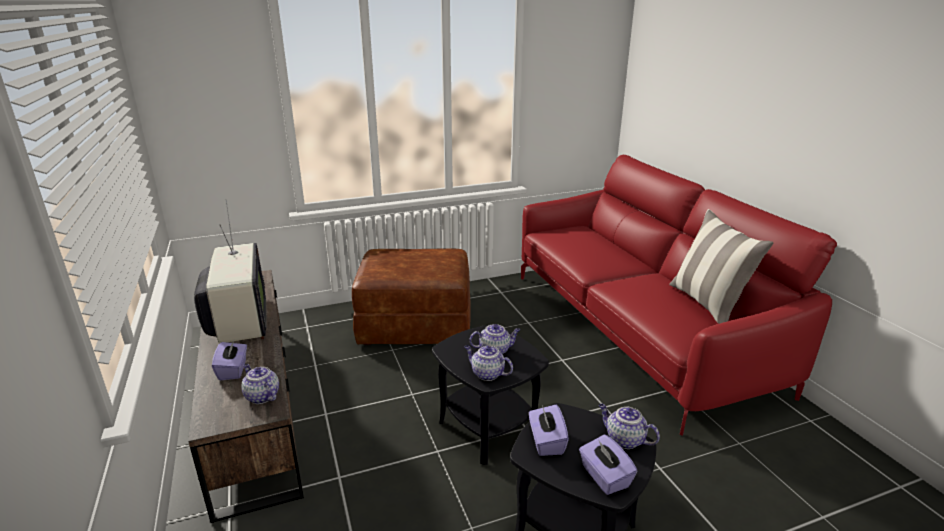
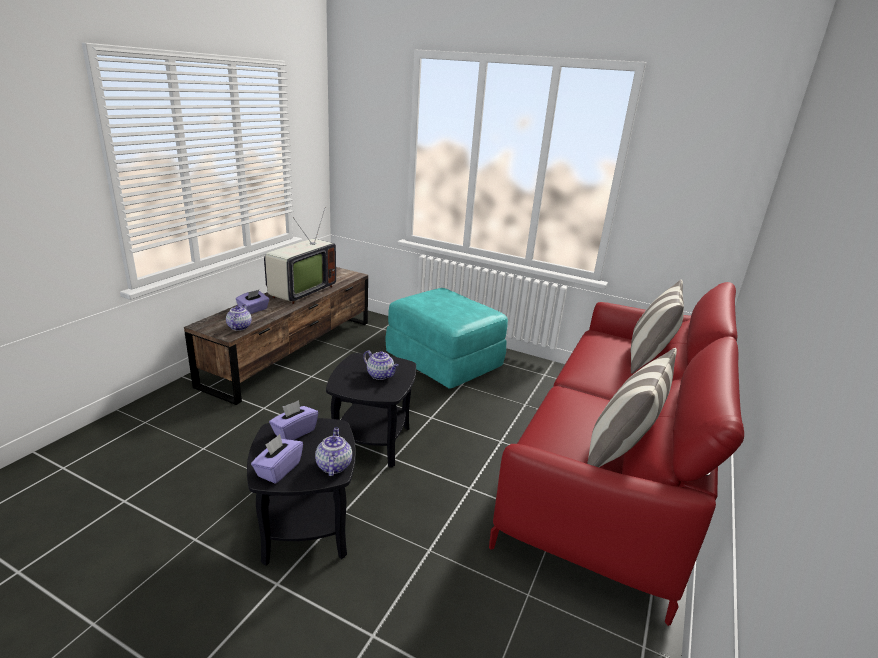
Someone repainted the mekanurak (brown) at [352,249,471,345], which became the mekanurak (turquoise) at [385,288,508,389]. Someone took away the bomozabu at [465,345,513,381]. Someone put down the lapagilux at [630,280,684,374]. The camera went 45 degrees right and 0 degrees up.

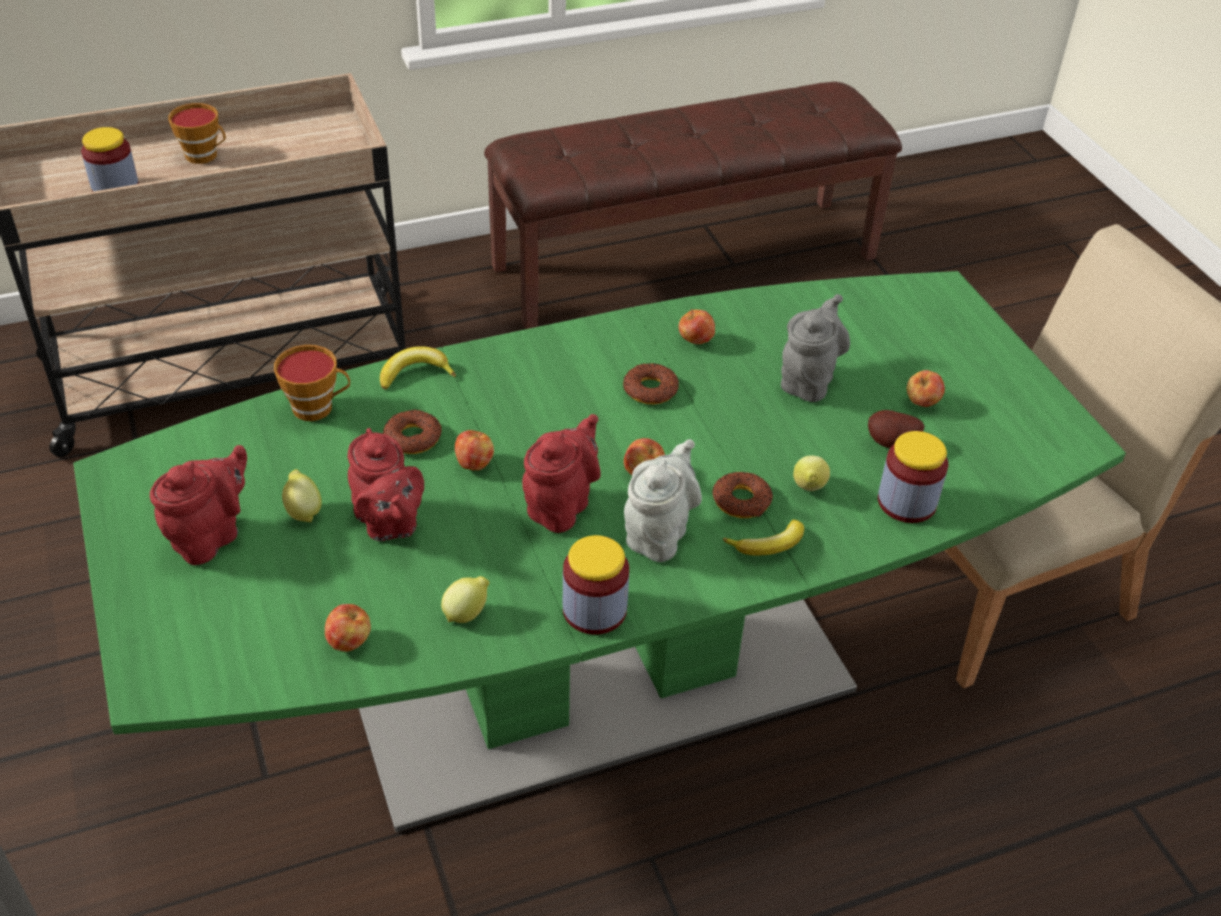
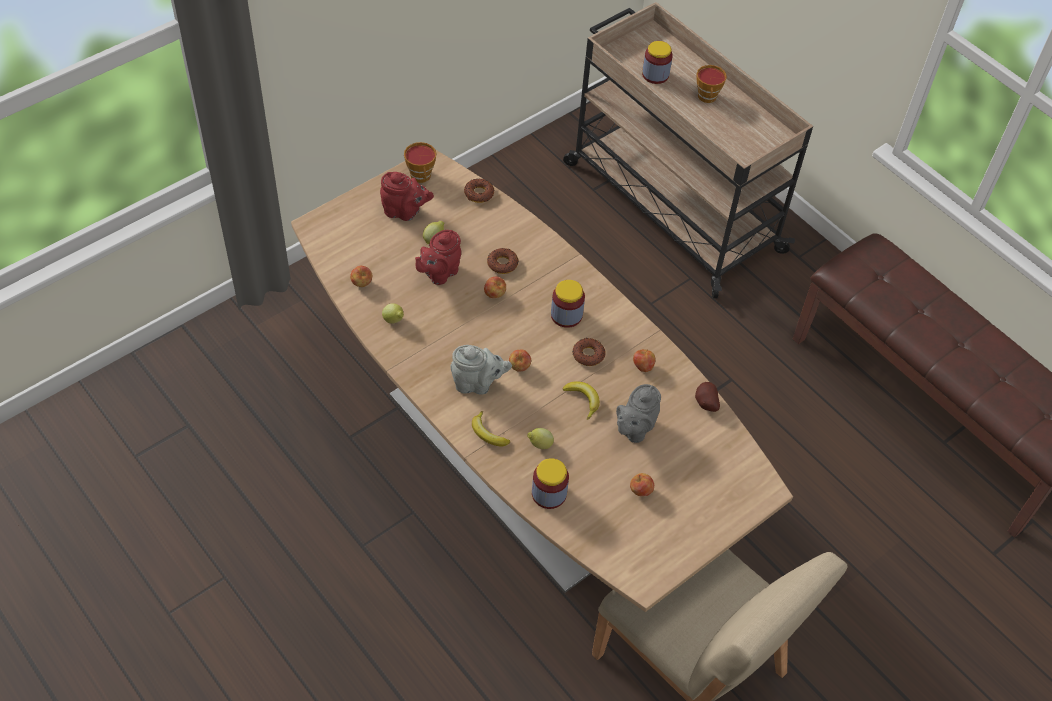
Someone repainted the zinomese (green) at [73,271,1126,832], which became the zinomese (brown) at [291,149,793,612]. Someone carried the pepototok from [274,345,350,421] to [404,142,436,183]. Someone carried the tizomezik from [380,346,456,390] to [563,381,600,420]. Someone took away the bomozabu (red) at [522,414,601,533]. Someone carried the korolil from [563,535,629,634] to [551,280,585,328]. Someone carried the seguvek from [713,472,773,518] to [464,178,494,203]. Someone rotated the bomozabu (grey) at [781,294,850,402] by 120 degrees clockwise. Someone carried the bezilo from [868,410,924,448] to [695,382,720,412]. The camera went 70 degrees right and 10 degrees up.

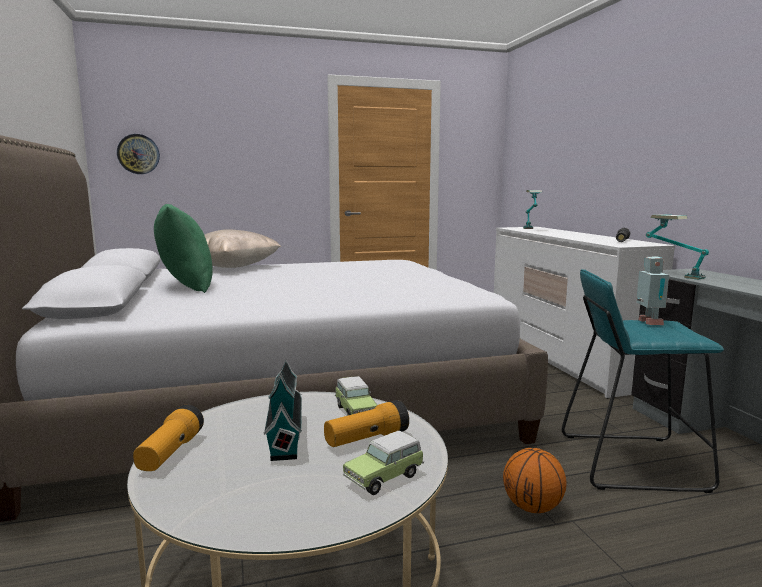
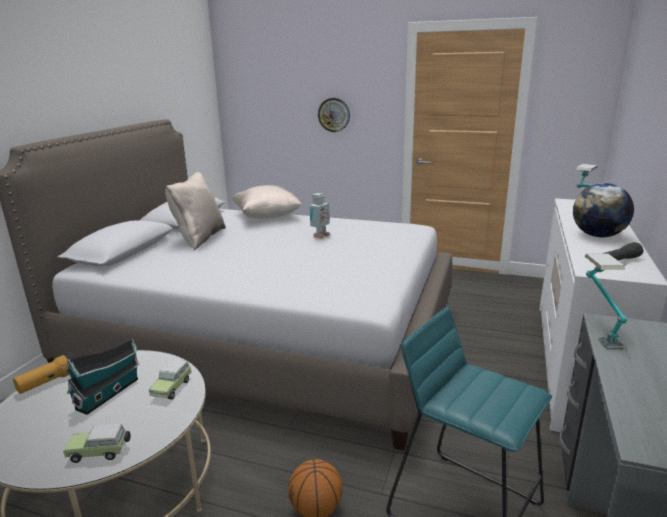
Someone carried the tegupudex from [117,134,160,174] to [318,98,350,132]. Someone repainted the lapagilux (green) at [154,204,213,293], which became the lapagilux (beige) at [165,172,225,250]. Someone took away the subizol at [324,400,409,447]. Someone carried the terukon from [636,256,669,325] to [309,193,329,239]. Someone put down the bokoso at [573,183,634,237]. The camera went 35 degrees right and 10 degrees up.

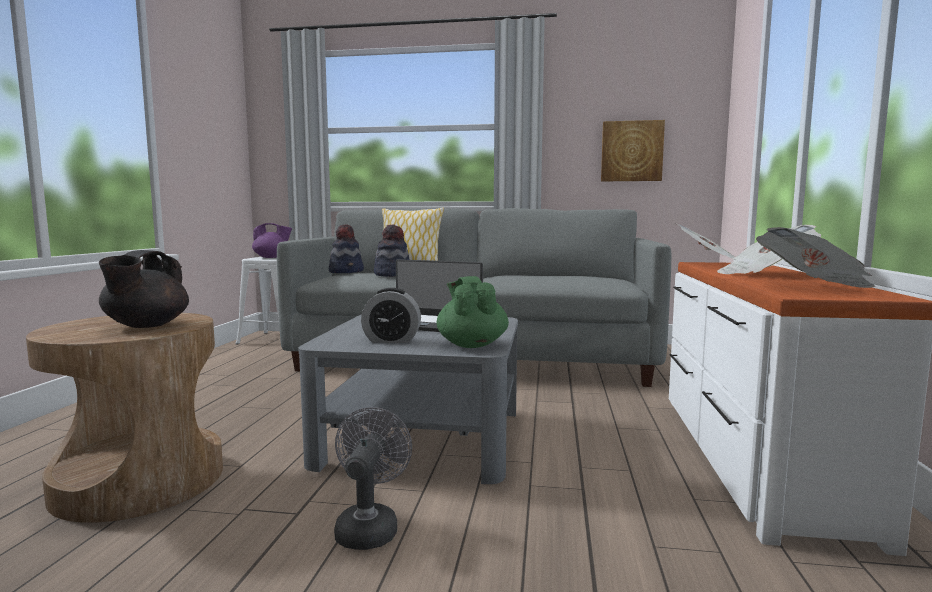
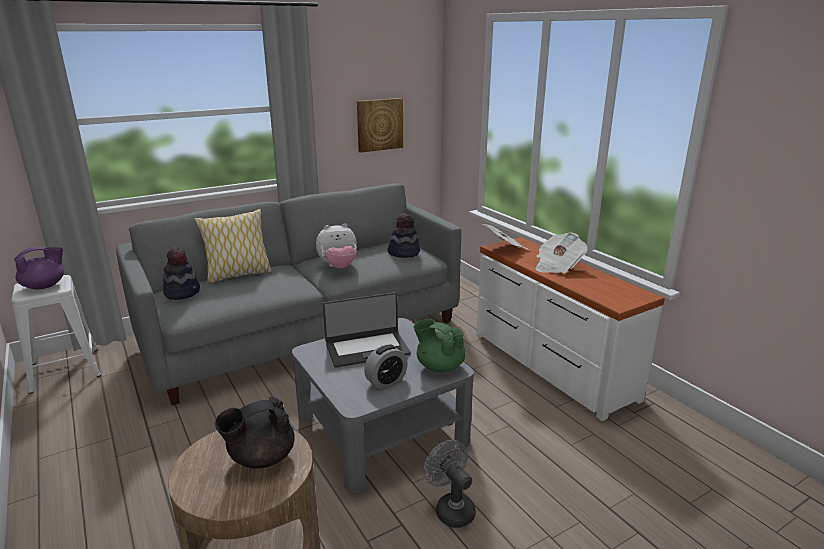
Someone rotated the bomozabu (black) at [99,250,189,328] by 90 degrees clockwise. Someone carried the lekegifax from [374,225,410,277] to [387,213,420,258]. Someone took away the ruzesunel at [756,227,875,288]. Someone put down the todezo at [316,223,357,269]. The camera went 40 degrees left and 15 degrees up.

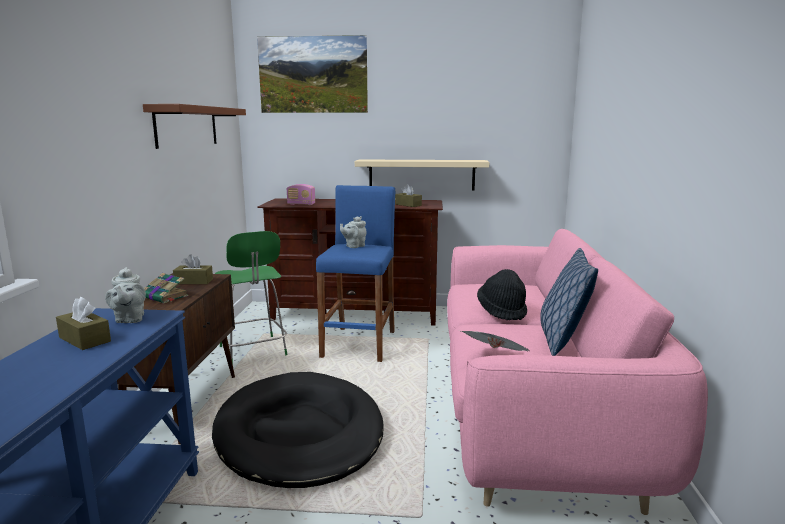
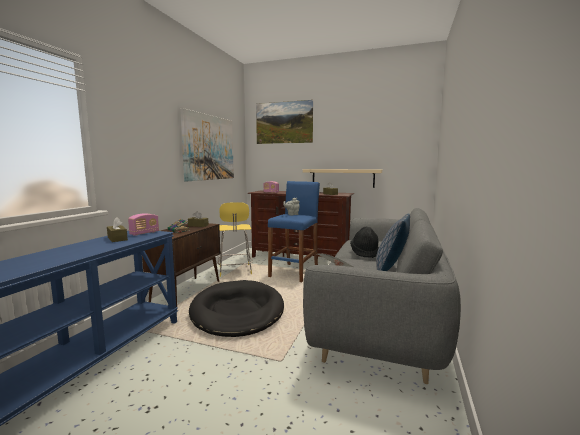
Someone swapped the bomozabu (grey) at [105,267,146,323] for the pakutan at [128,213,159,236]. Someone swapped the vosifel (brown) at [143,104,246,149] for the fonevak at [180,108,234,181]. Someone repainted the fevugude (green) at [215,231,288,364], which became the fevugude (yellow) at [218,202,253,277]. Someone repainted the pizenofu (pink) at [447,229,708,515], which became the pizenofu (grey) at [303,208,461,384]. The camera went 15 degrees right and 5 degrees down.

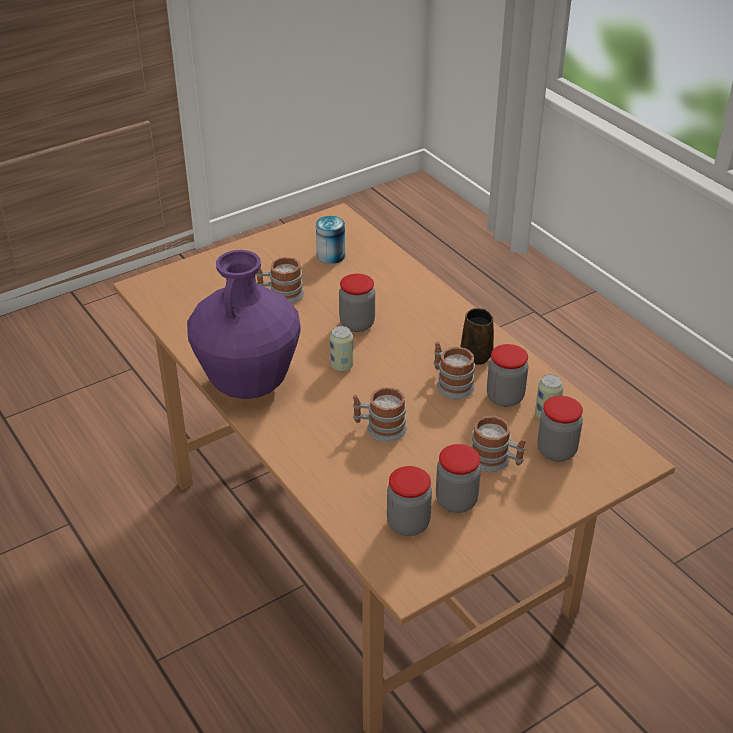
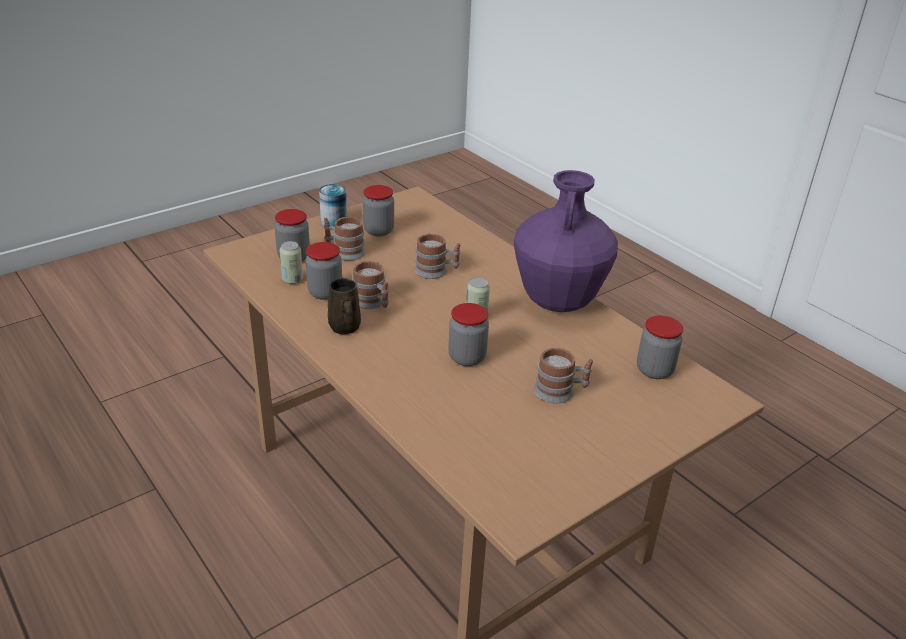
Someone carried the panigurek from [316,216,345,264] to [319,184,347,227]. Someone carried the korolil from [387,466,432,536] to [637,316,683,379]. The camera went 175 degrees right and 5 degrees down.

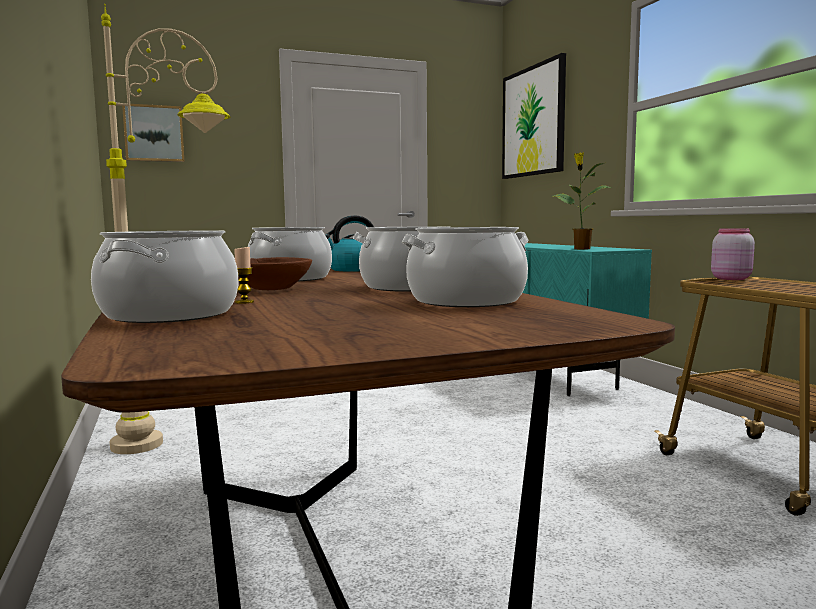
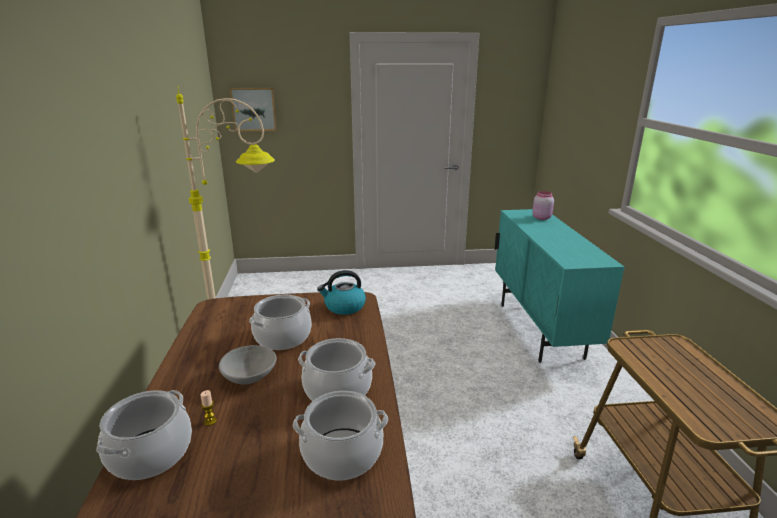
Someone repainted the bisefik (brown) at [238,257,312,290], which became the bisefik (grey) at [219,345,276,384]. Someone took away the fonevak at [502,53,566,179]. Someone took away the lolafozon at [554,152,612,249]. Someone carried the korolil (pink) from [711,228,755,280] to [532,191,554,220]. The camera went 15 degrees right and 15 degrees up.

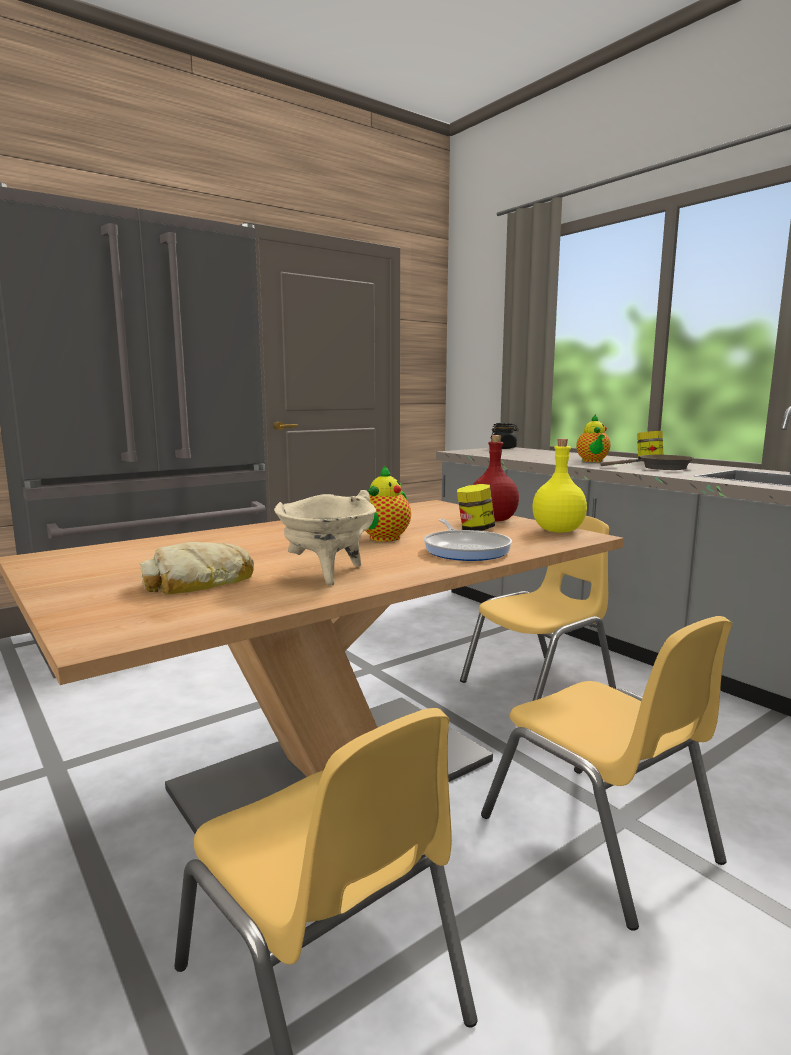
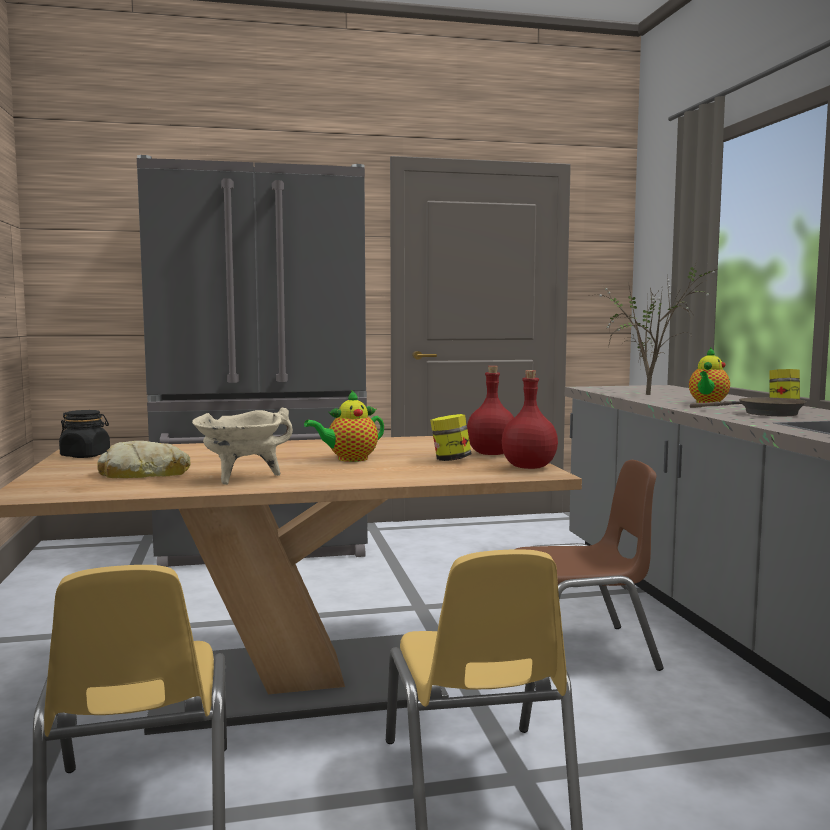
Someone took away the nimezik at [424,519,512,561]. Someone repainted the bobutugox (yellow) at [460,516,616,701], which became the bobutugox (brown) at [516,460,664,671]. Someone carried the korolil (black) from [491,423,519,449] to [59,410,110,458]. Someone repainted the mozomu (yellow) at [532,439,587,533], which became the mozomu (red) at [502,370,558,469]. Someone put down the lolafozon at [598,264,717,395]. The camera went 25 degrees right and 5 degrees down.

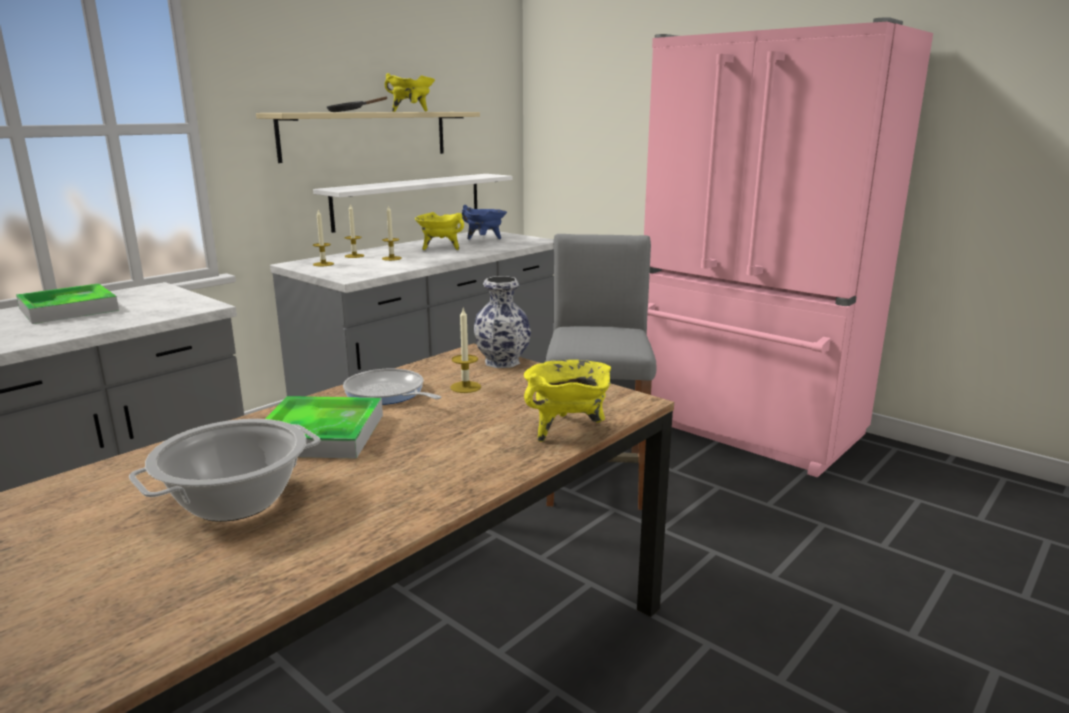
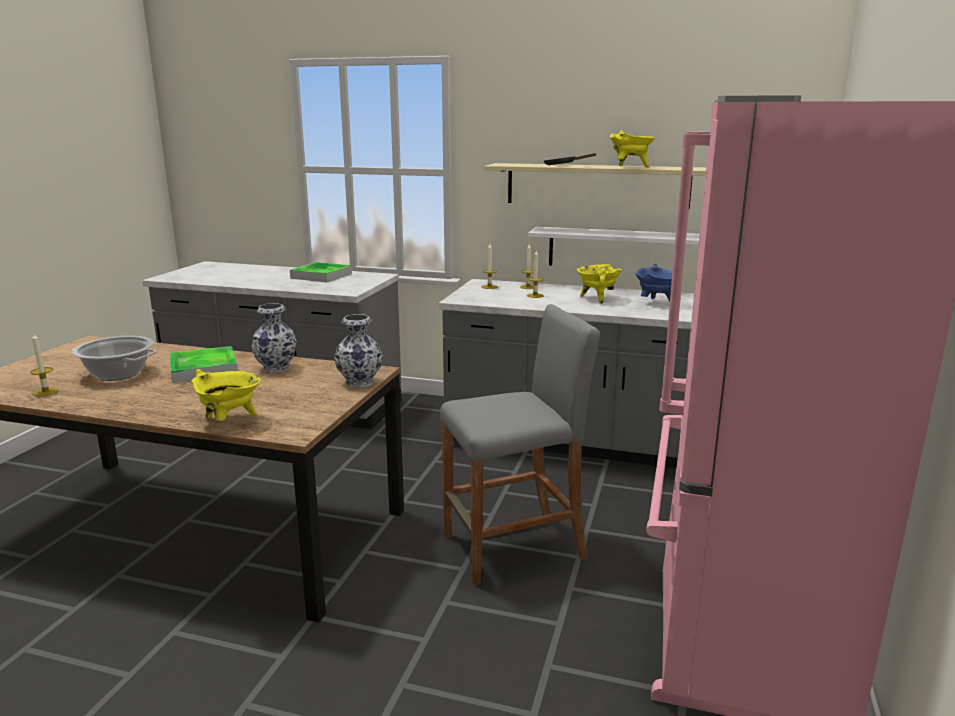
Someone swapped the nimezik at [343,369,442,405] for the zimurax at [251,303,297,373]. Someone carried the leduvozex from [450,308,481,393] to [30,333,59,396]. The camera went 65 degrees right and 0 degrees up.

